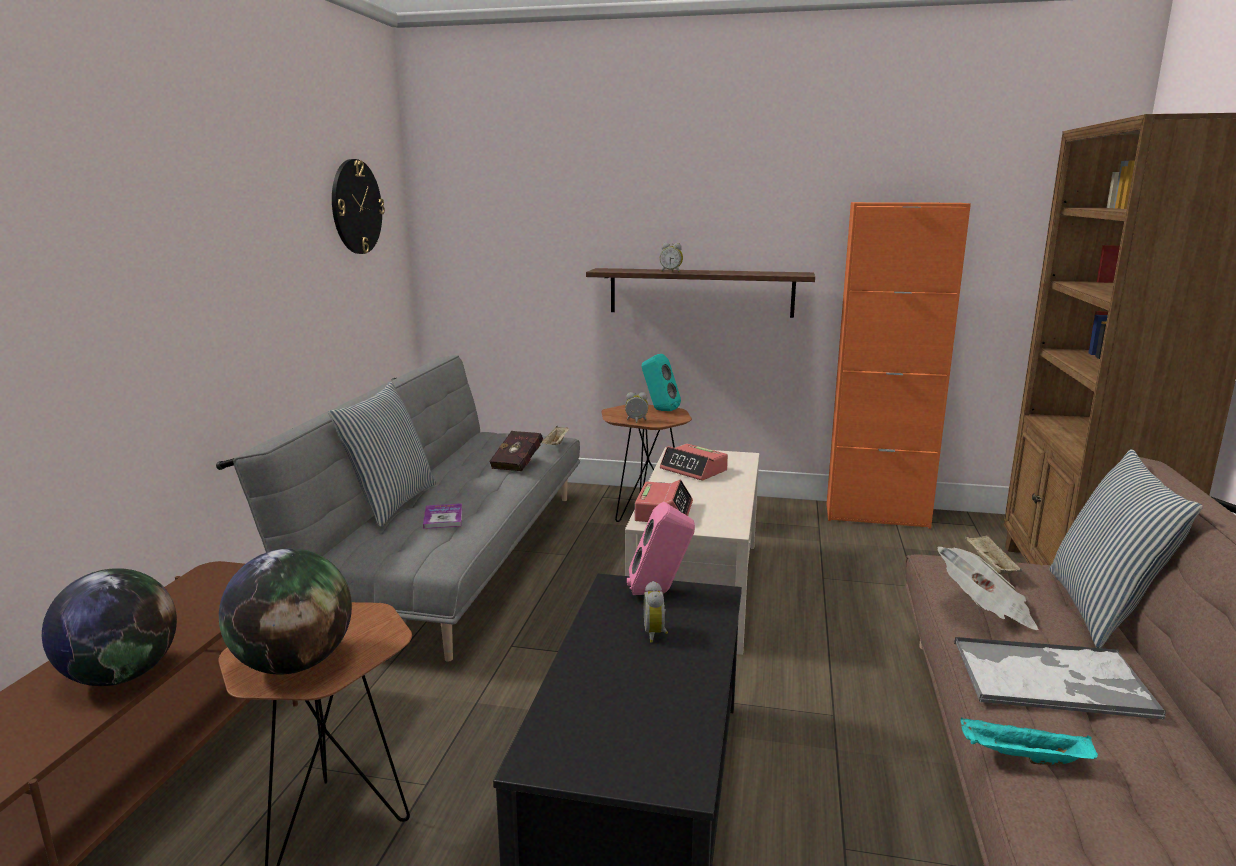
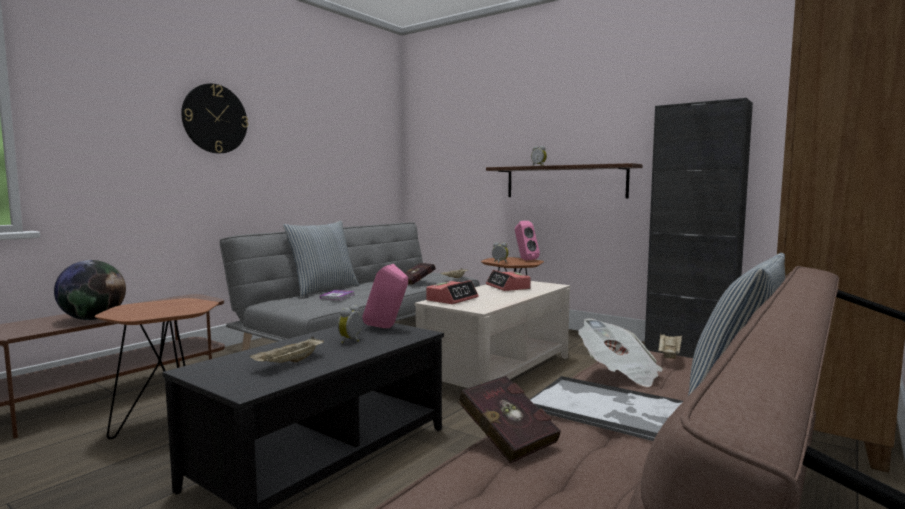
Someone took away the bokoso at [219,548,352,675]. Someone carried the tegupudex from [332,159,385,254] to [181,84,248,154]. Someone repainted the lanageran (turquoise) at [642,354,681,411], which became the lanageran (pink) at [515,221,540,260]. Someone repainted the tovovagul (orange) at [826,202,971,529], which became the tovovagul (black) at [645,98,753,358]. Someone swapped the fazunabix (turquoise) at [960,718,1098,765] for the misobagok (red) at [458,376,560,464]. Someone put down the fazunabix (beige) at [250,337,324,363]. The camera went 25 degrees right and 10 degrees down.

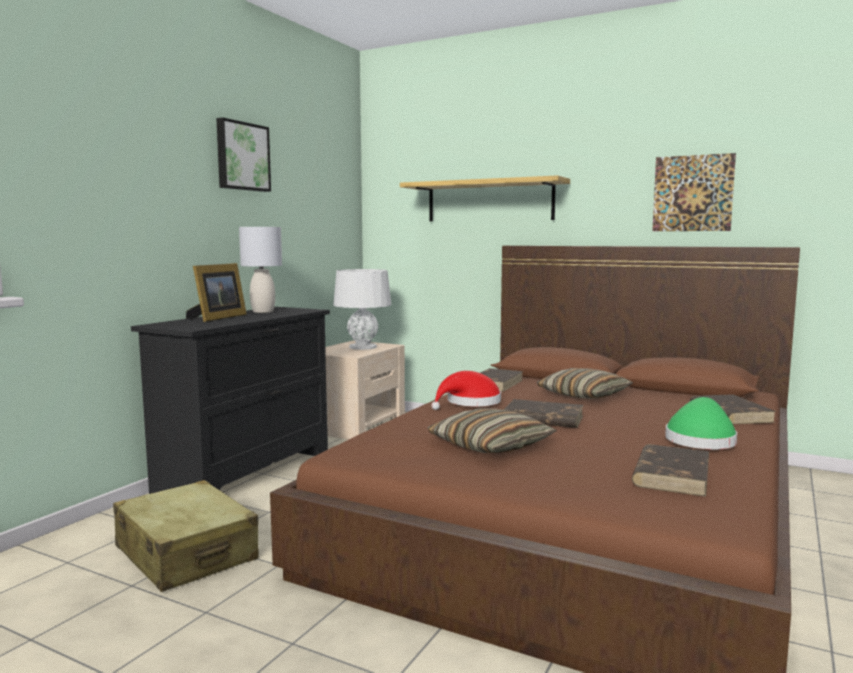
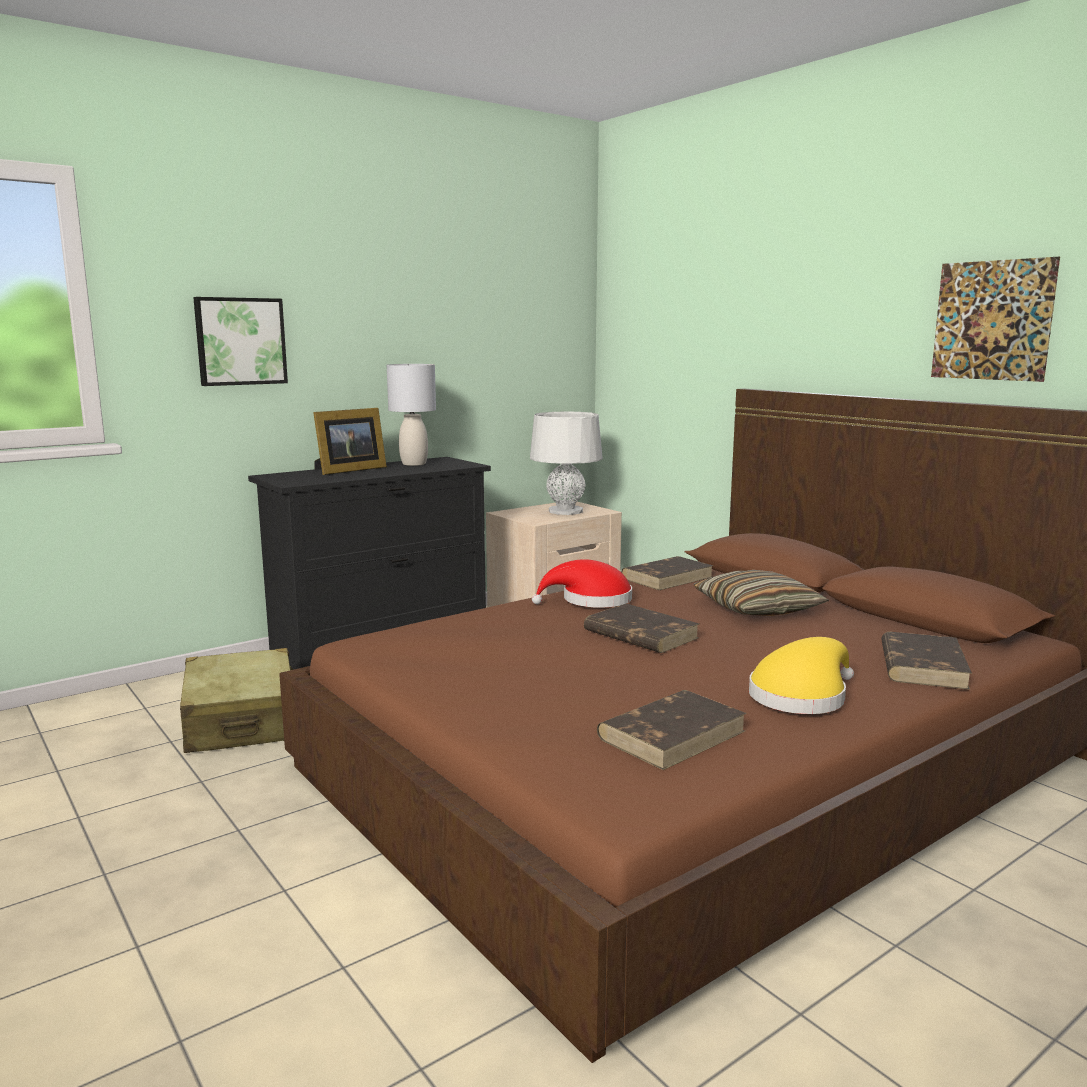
Someone carried the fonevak from [216,117,271,192] to [193,297,288,386]. Someone took away the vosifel at [400,175,570,222]. Someone took away the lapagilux at [427,408,557,453]. Someone repainted the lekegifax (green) at [665,397,737,449], which became the lekegifax (yellow) at [749,637,854,714]. The camera went 25 degrees right and 5 degrees up.

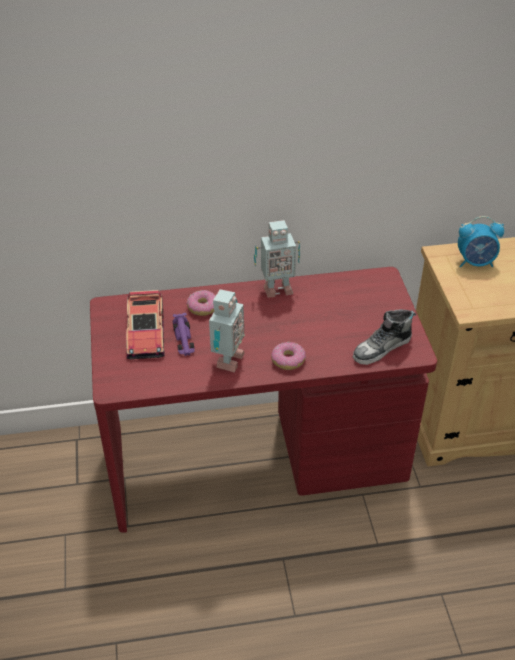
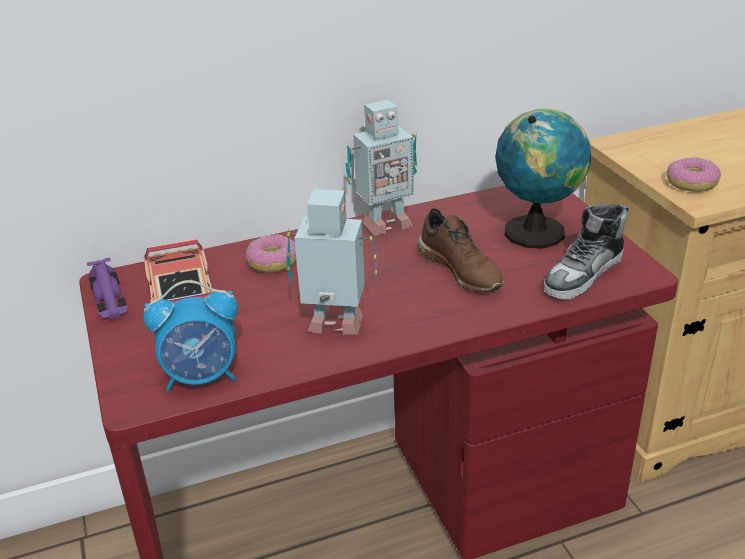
Someone carried the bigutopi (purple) from [173,313,195,356] to [87,258,128,320]. Someone rotated the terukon at [209,289,245,372] by 90 degrees counterclockwise. Someone carried the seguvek from [271,342,306,370] to [666,157,721,192]. Someone carried the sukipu from [458,216,504,268] to [144,280,238,392]. Someone put down the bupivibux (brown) at [418,208,504,292]. Someone put down the bokoso at [495,108,591,249]. The camera went 10 degrees left and 10 degrees down.

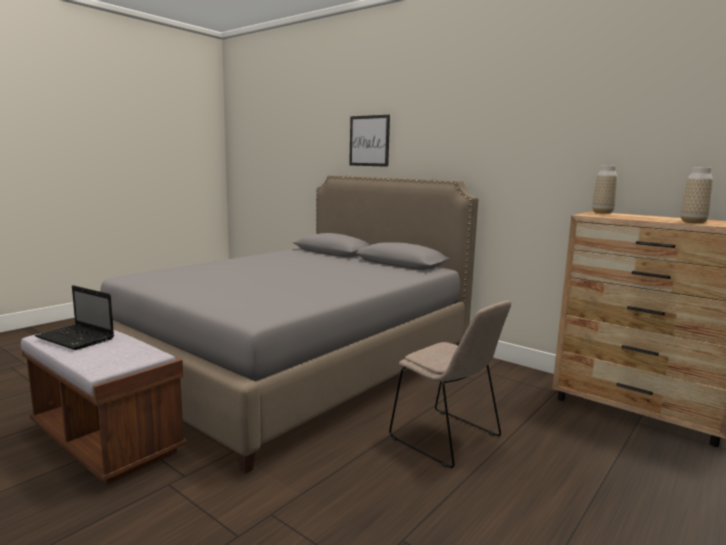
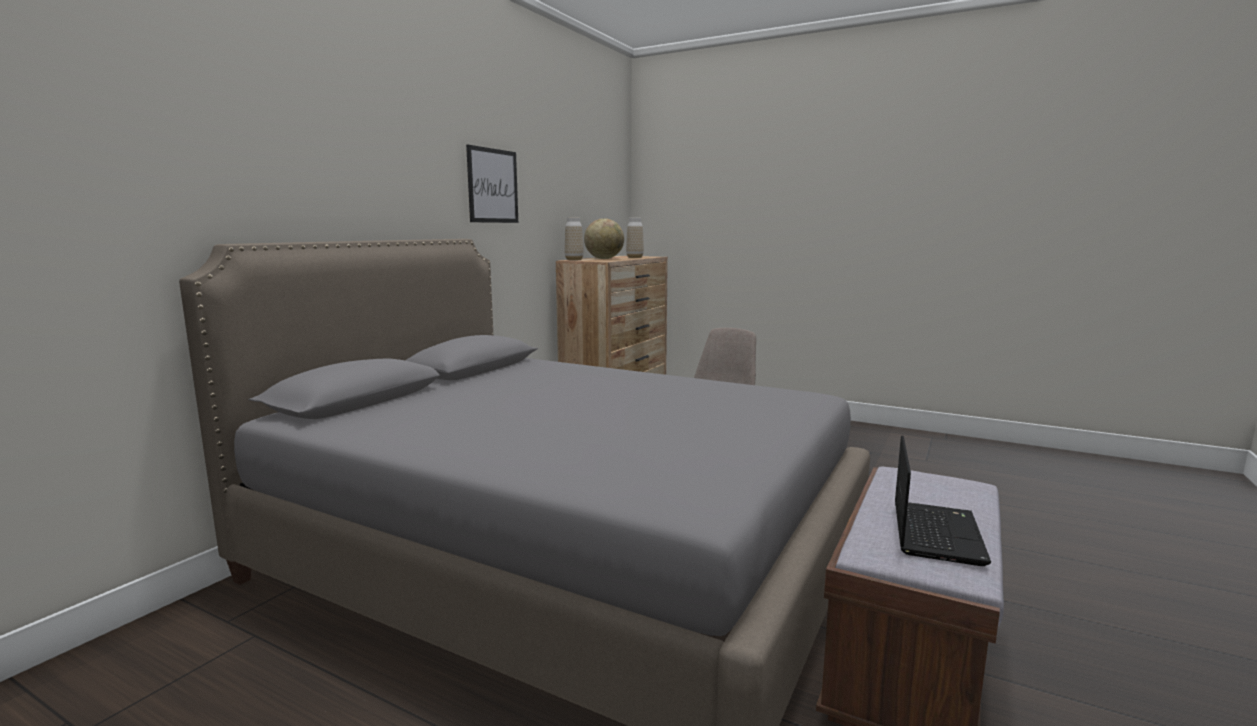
Someone carried the fonevak from [349,115,390,167] to [466,145,518,223]. Someone put down the bokoso at [584,218,624,259]. The camera went 100 degrees left and 0 degrees up.

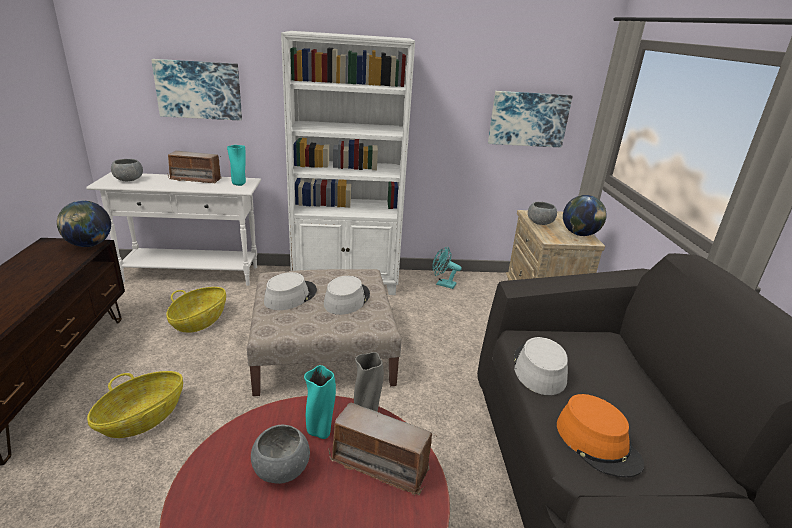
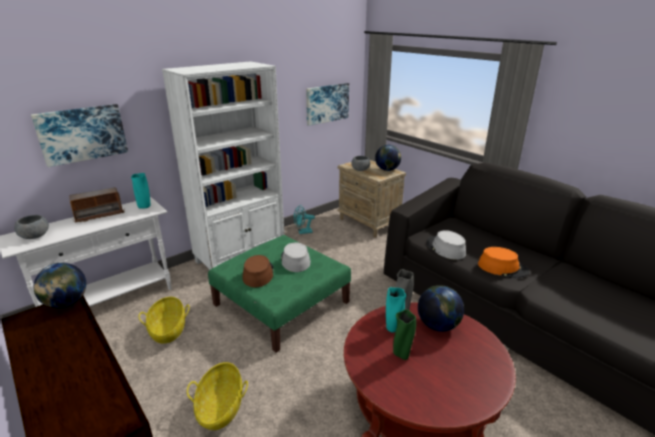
Someone repainted the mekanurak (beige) at [247,269,402,396], which became the mekanurak (green) at [208,235,351,353]. Someone swapped the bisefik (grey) at [251,424,310,484] for the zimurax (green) at [393,309,416,360]. Someone repainted the lekegifax (grey) at [264,272,317,310], which became the lekegifax (brown) at [242,255,273,287]. Someone swapped the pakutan at [328,402,436,496] for the bokoso at [418,285,464,332]. The camera went 35 degrees left and 0 degrees up.

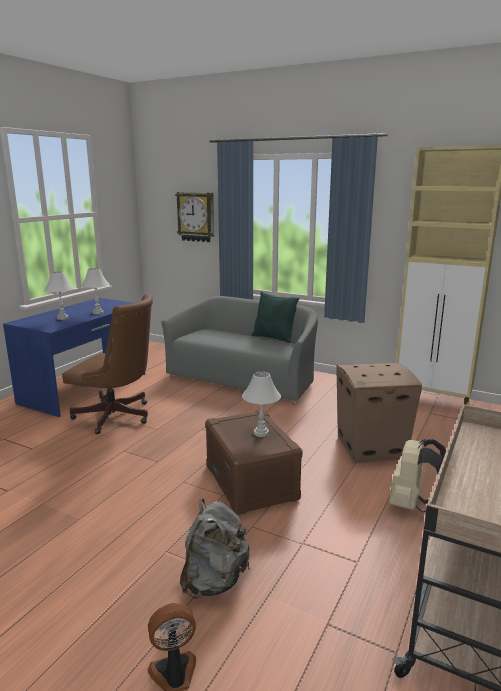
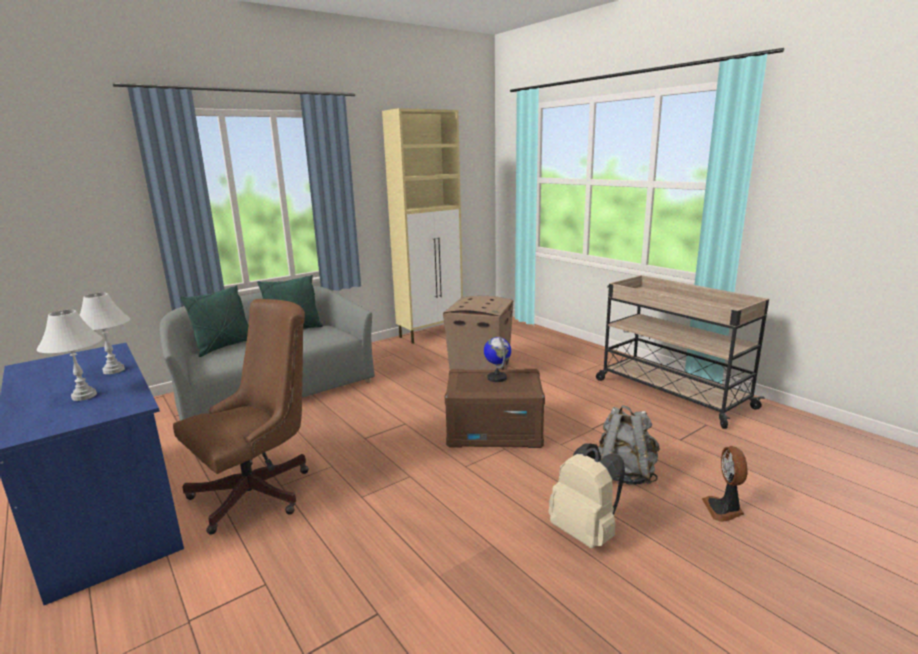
Someone took away the tegupudex at [175,192,214,242]. Someone swapped the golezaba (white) at [242,372,281,437] for the bokoso at [484,336,511,382]. Someone carried the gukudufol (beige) from [389,439,446,512] to [548,443,625,548]. Someone put down the lapagilux (green) at [180,285,248,357]. The camera went 65 degrees left and 0 degrees up.

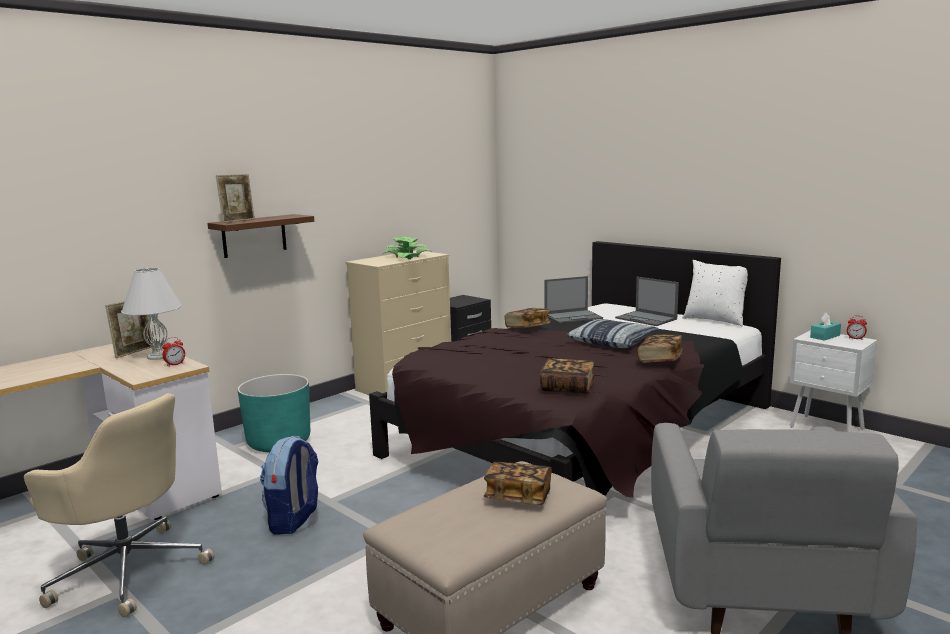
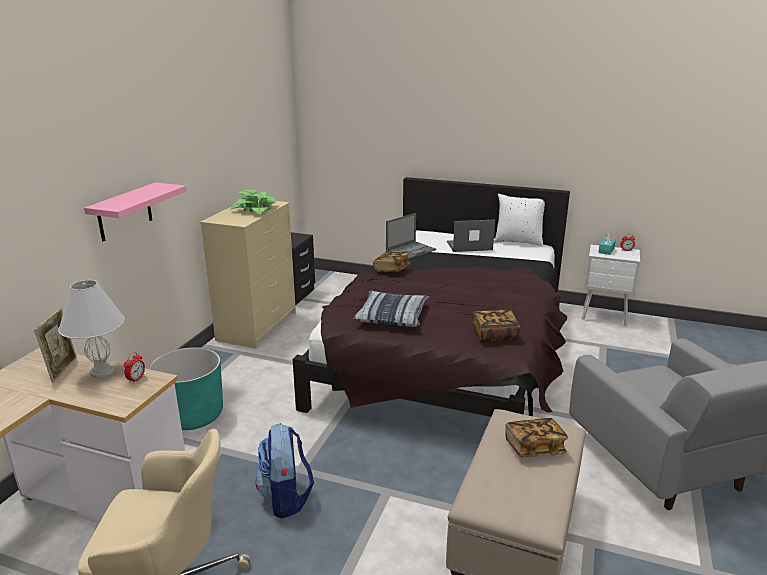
Someone repainted the vosifel (brown) at [207,214,314,258], which became the vosifel (pink) at [84,183,187,242]. Someone took away the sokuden at [216,174,255,223]. Someone carried the lapagilux from [567,319,659,348] to [353,291,429,327]. Someone rotated the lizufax at [615,277,679,326] by 150 degrees clockwise. Someone took away the misobagok at [637,335,683,363]. The camera went 25 degrees left and 10 degrees up.

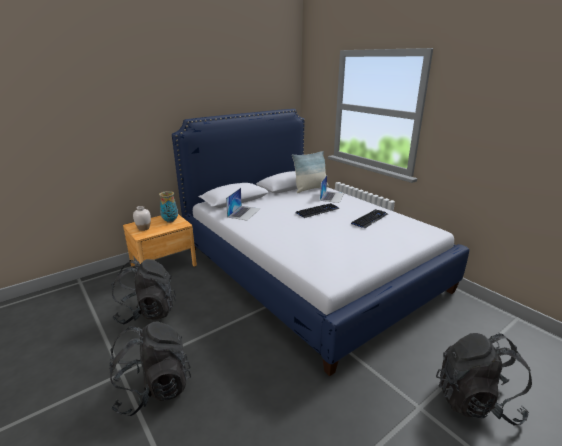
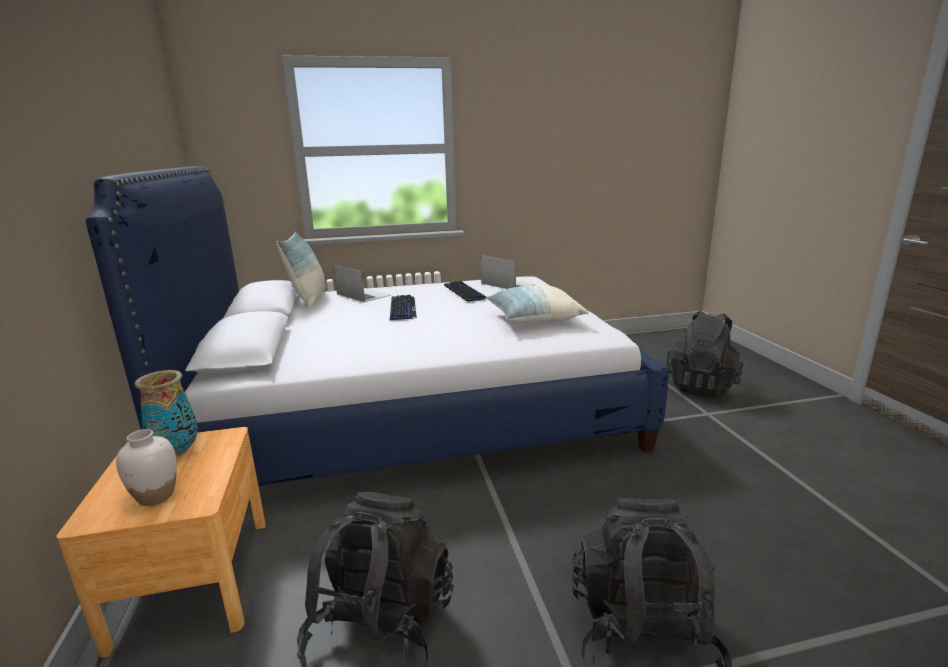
Someone carried the lizufax from [226,188,260,221] to [481,255,535,289]. Someone put down the lapagilux at [486,285,589,322]. The camera went 65 degrees left and 5 degrees down.

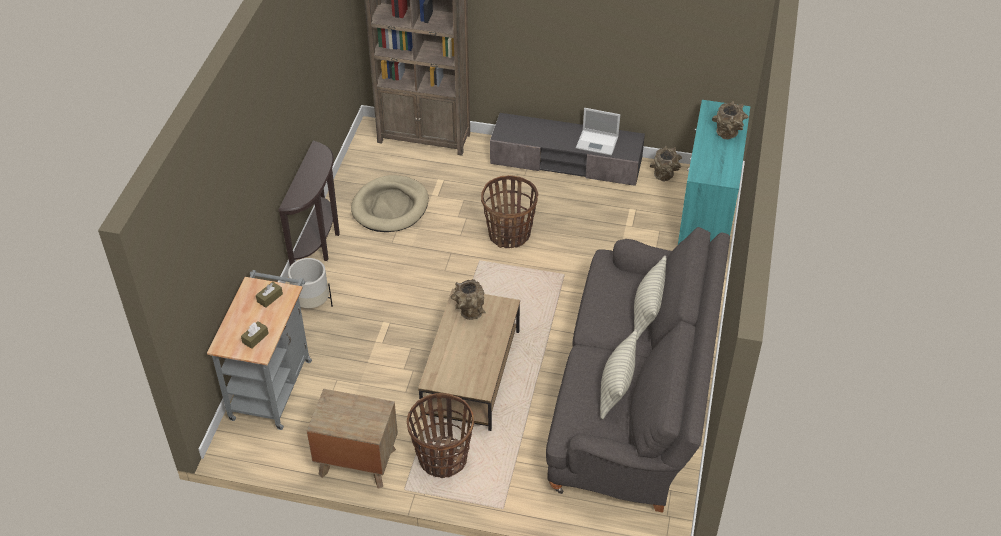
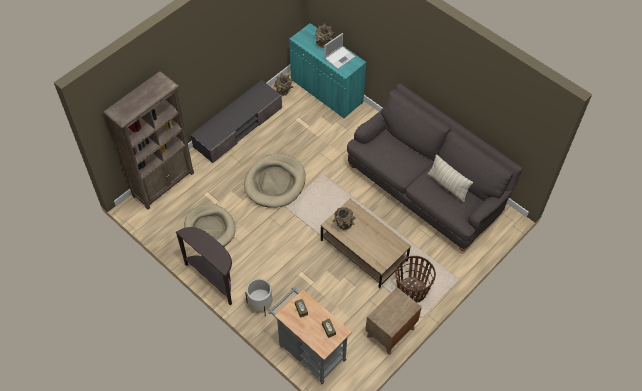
Someone swapped the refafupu at [481,175,538,248] for the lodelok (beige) at [244,154,306,208]. Someone carried the lizufax from [576,108,620,156] to [324,33,355,69]. Someone took away the lapagilux at [634,256,666,340]. The camera went 60 degrees left and 10 degrees up.

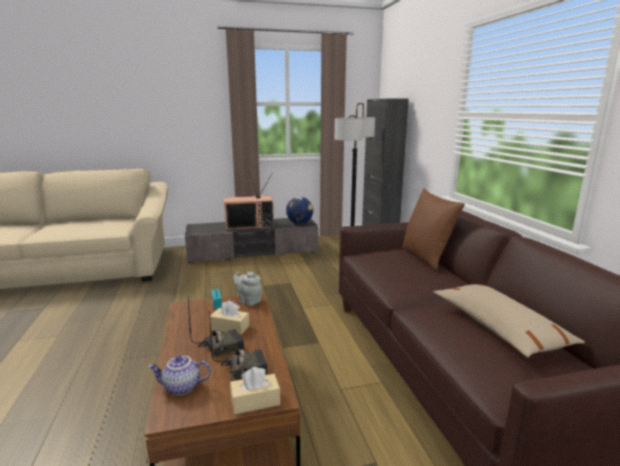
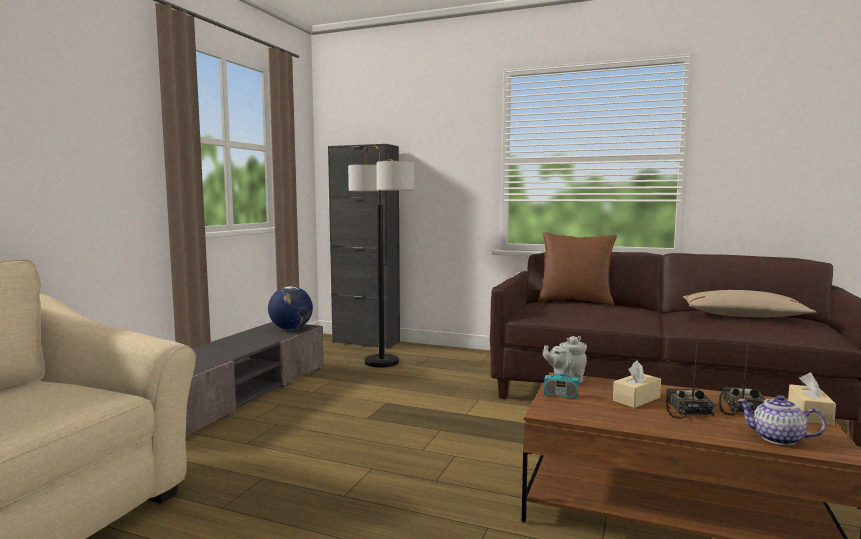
Someone rotated the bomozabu at [148,355,211,395] by 90 degrees clockwise. Someone took away the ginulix at [224,170,274,230]. The camera went 55 degrees left and 10 degrees down.

